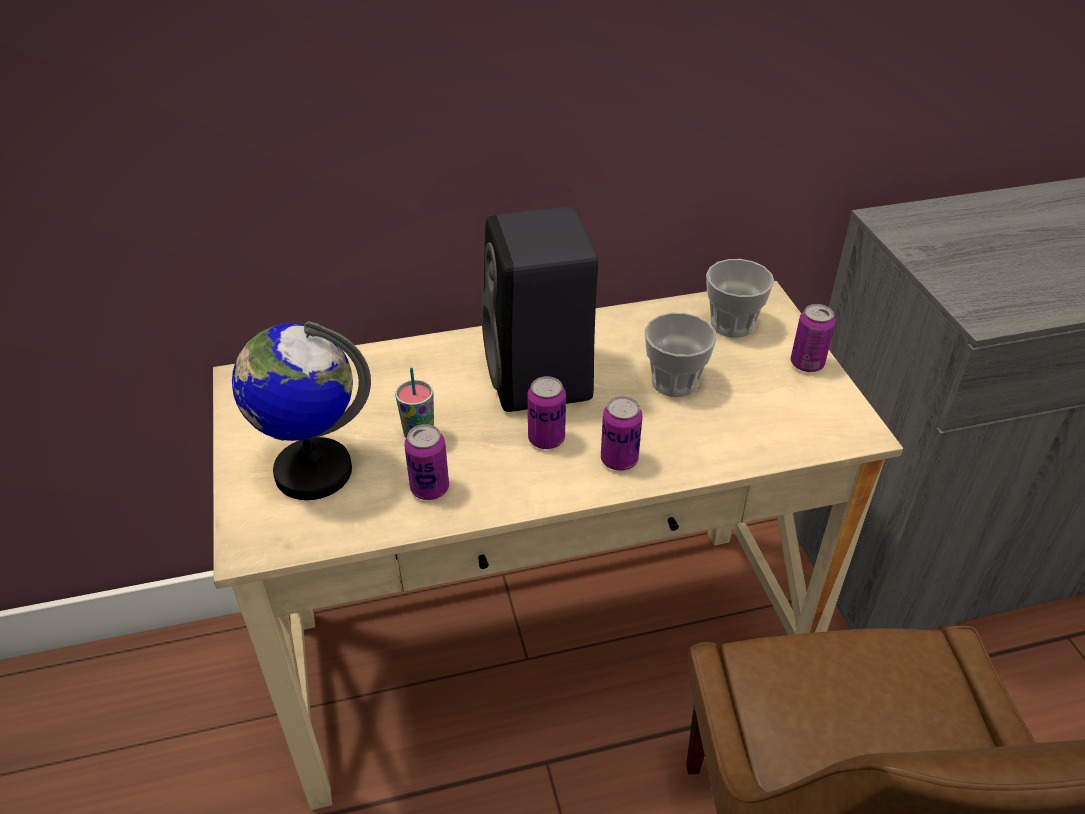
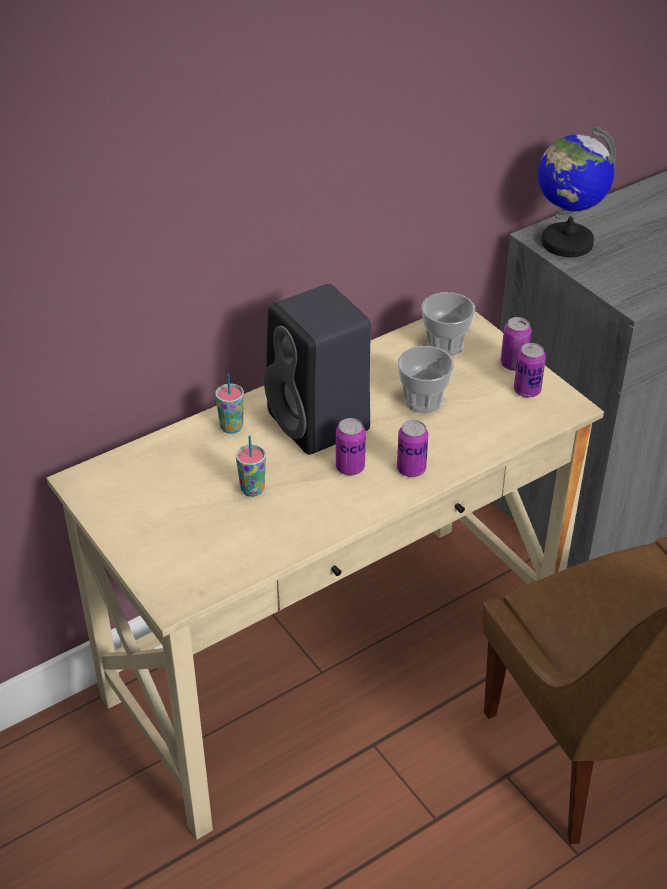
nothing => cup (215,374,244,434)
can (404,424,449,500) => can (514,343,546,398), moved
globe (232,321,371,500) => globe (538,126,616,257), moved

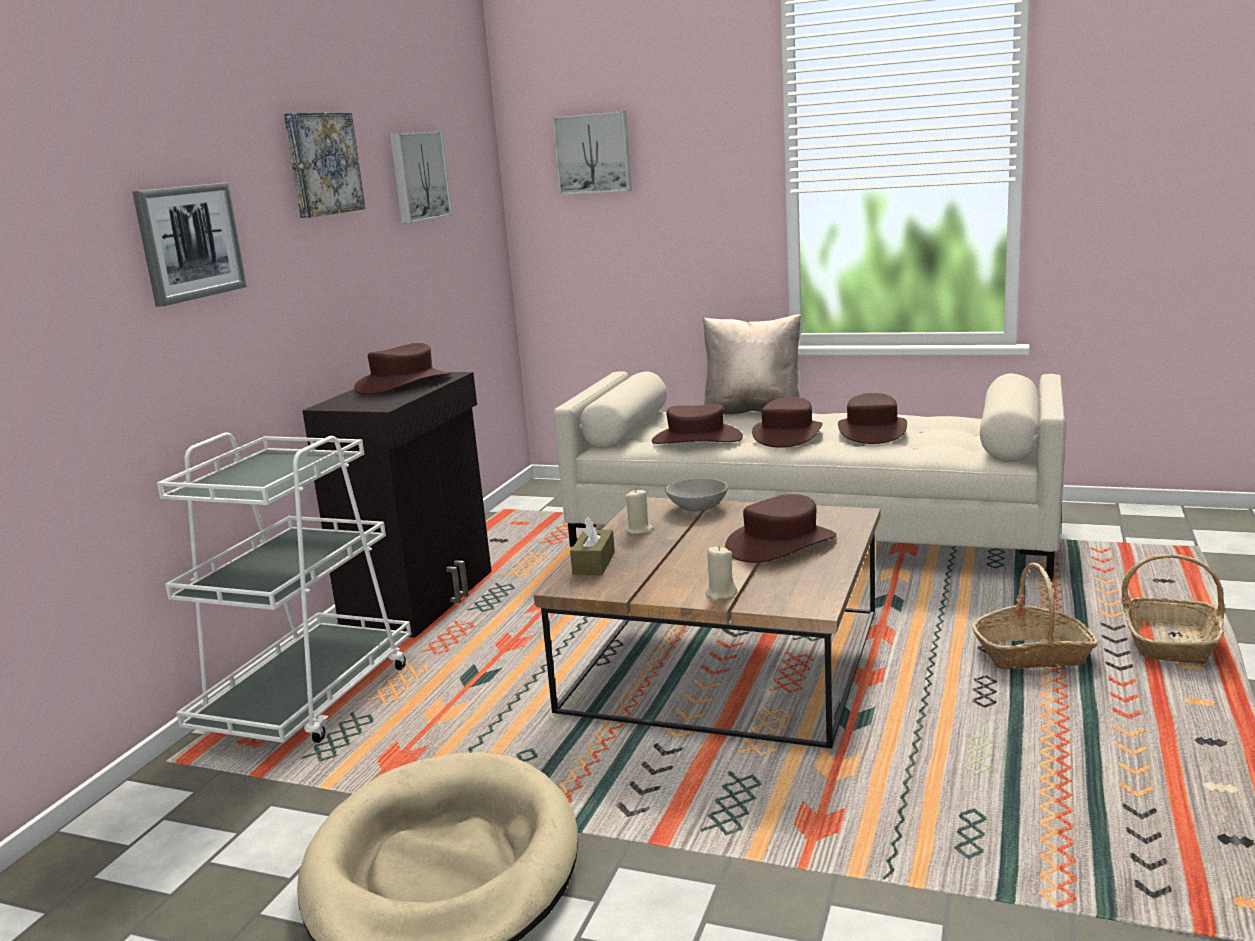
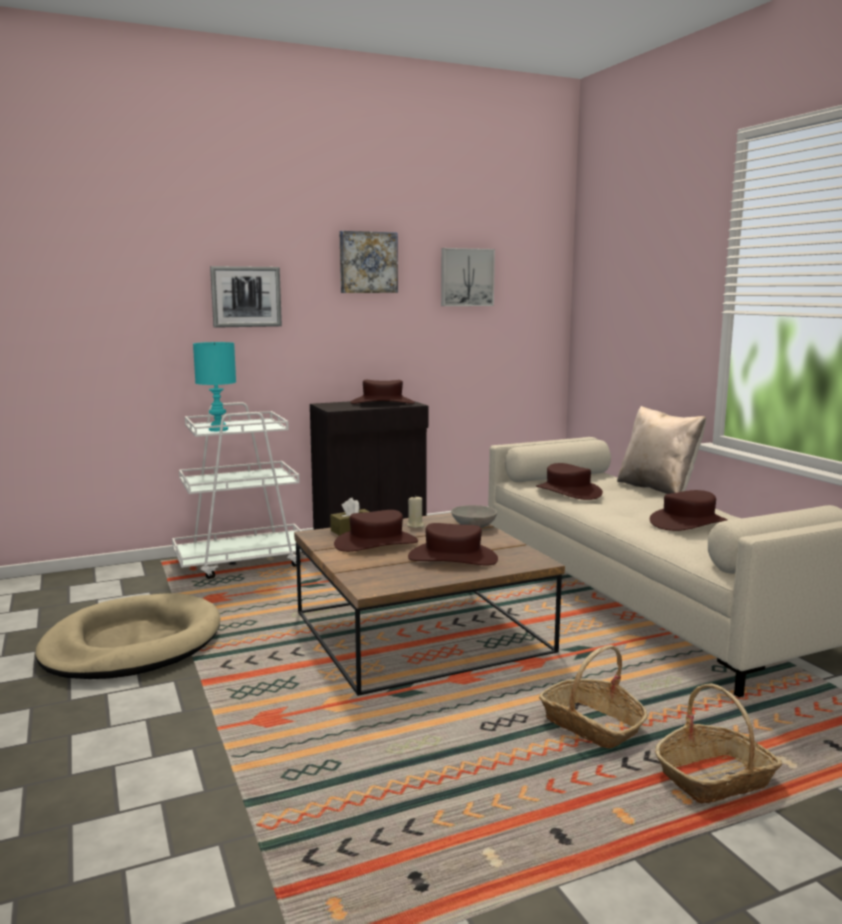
nothing => turquoise table lamp (193,342,236,431)
brown hat (752,397,823,448) => brown hat (334,510,418,552), moved
picture (553,111,632,195) => nothing
beige candle (705,546,737,601) => nothing

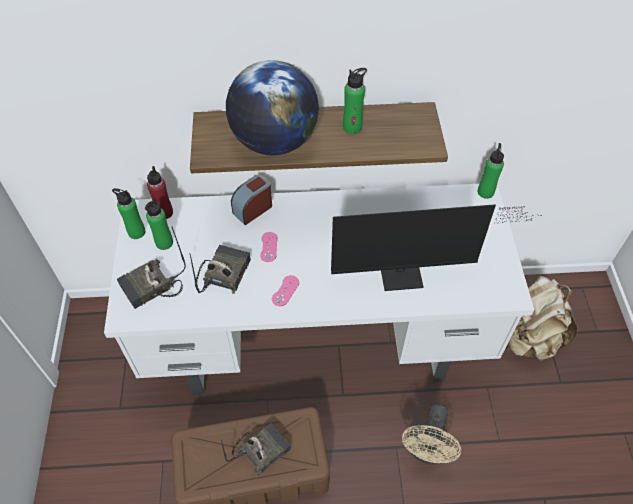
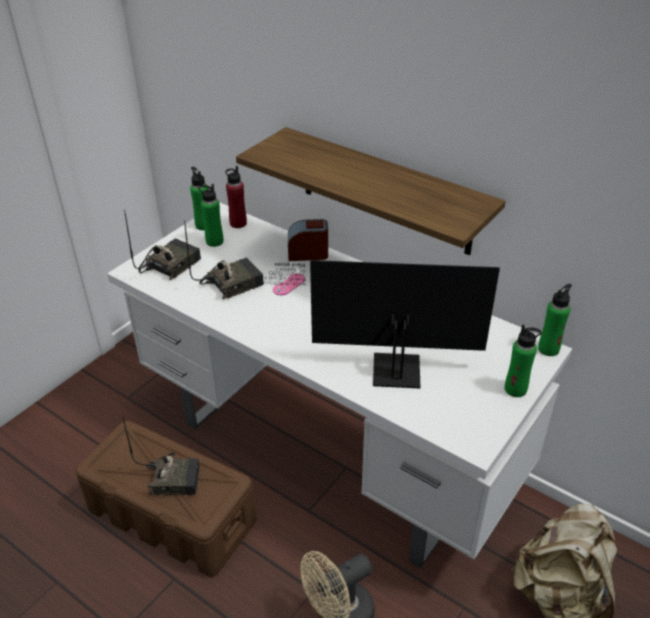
radio (117,227,186,309) => radio (124,209,201,280), 120 degrees clockwise
monitor (331,204,543,291) => monitor (252,260,500,388), 150 degrees clockwise
green bottle (343,68,367,134) => green bottle (505,324,542,397), moved
globe (226,60,319,156) => nothing
pink game controller (272,275,299,306) => nothing

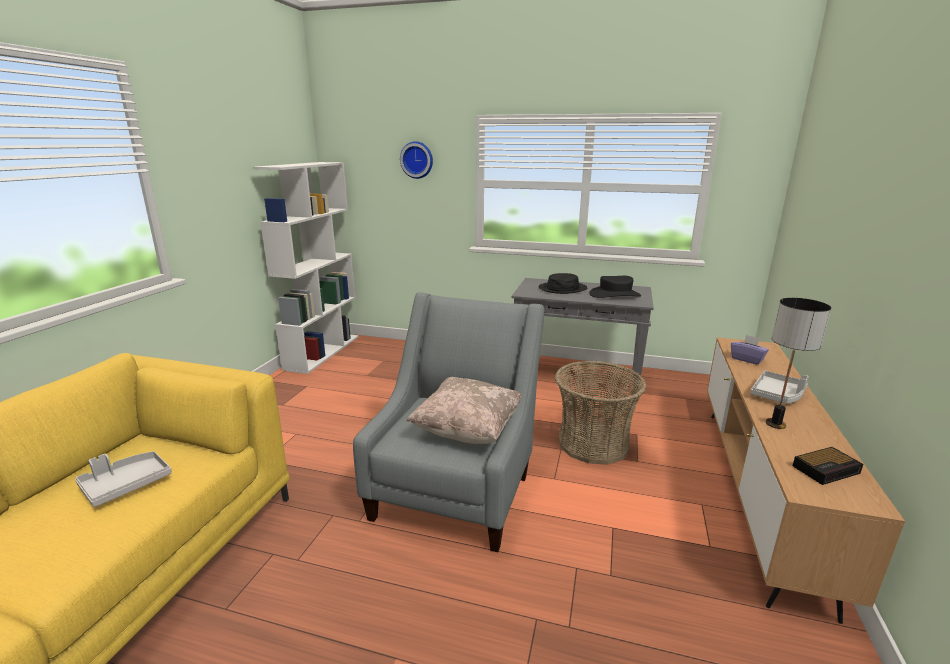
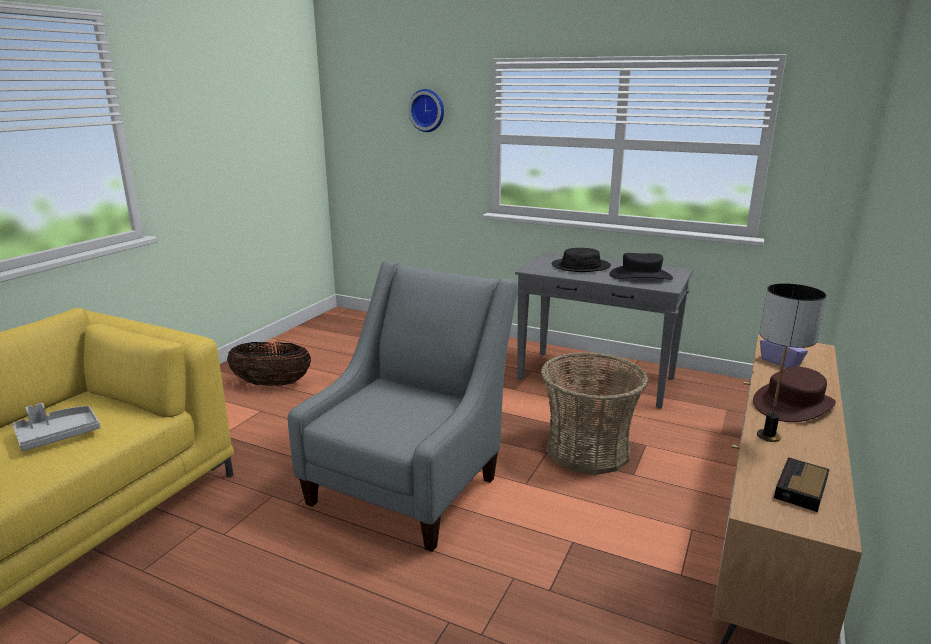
nothing => basket (227,342,311,386)
grey tray (750,371,809,404) => brown hat (753,367,836,422)
alarm clock (793,447,863,485) => alarm clock (774,457,829,512), 135 degrees clockwise
white bookcase (253,162,359,374) => nothing
beige pillow (406,377,522,444) => nothing

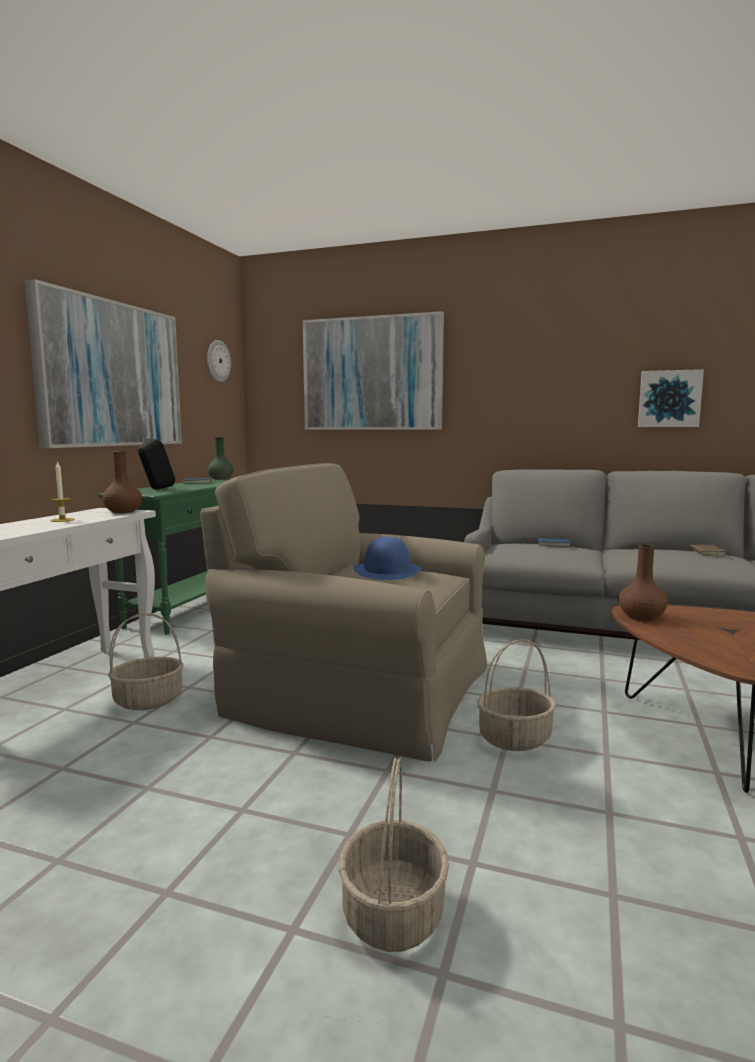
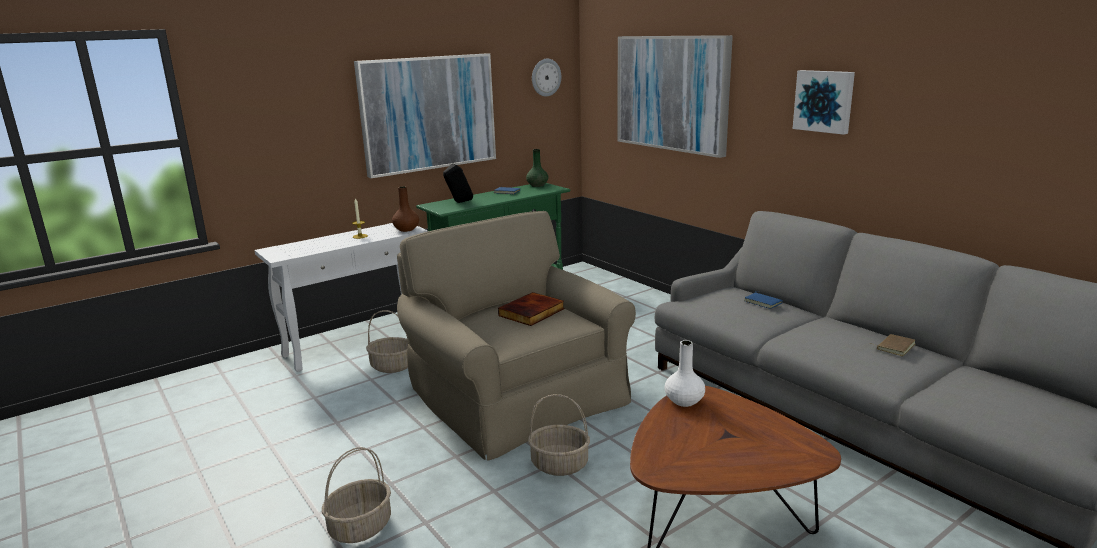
blue hat (353,537,422,580) => book (498,292,565,326)
brown vase (618,544,667,621) => white vase (665,340,705,407)
picture (638,369,704,427) => picture (793,70,855,135), moved

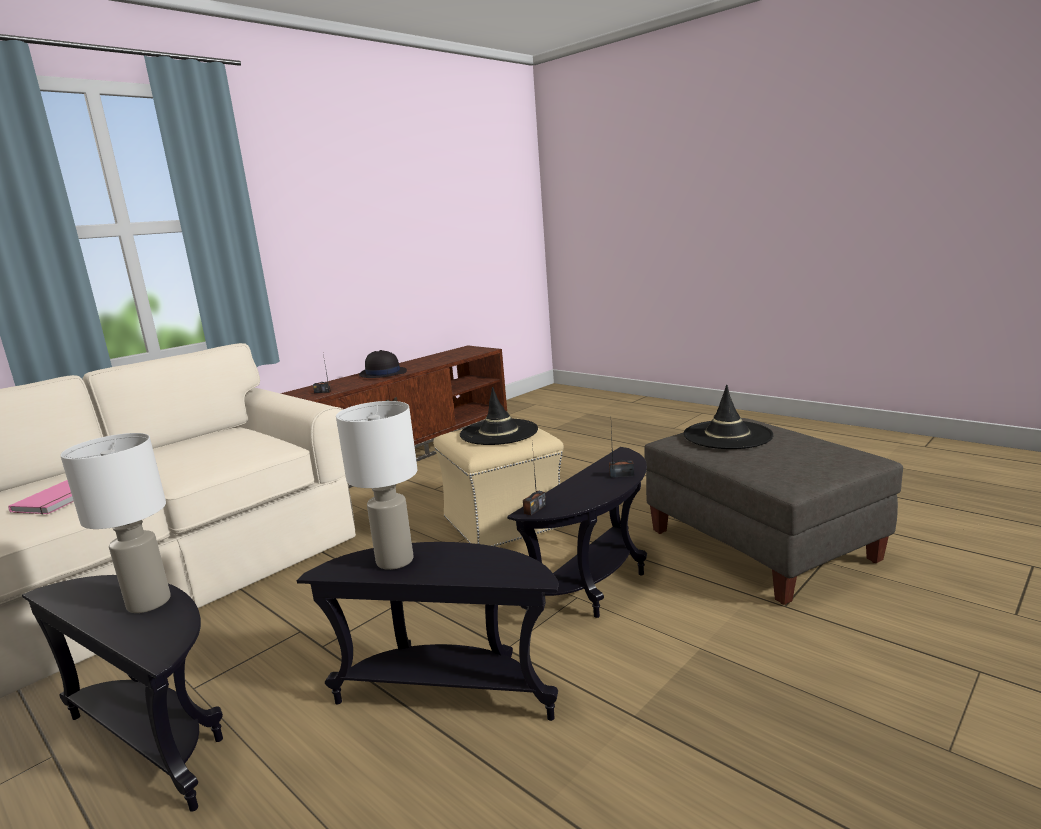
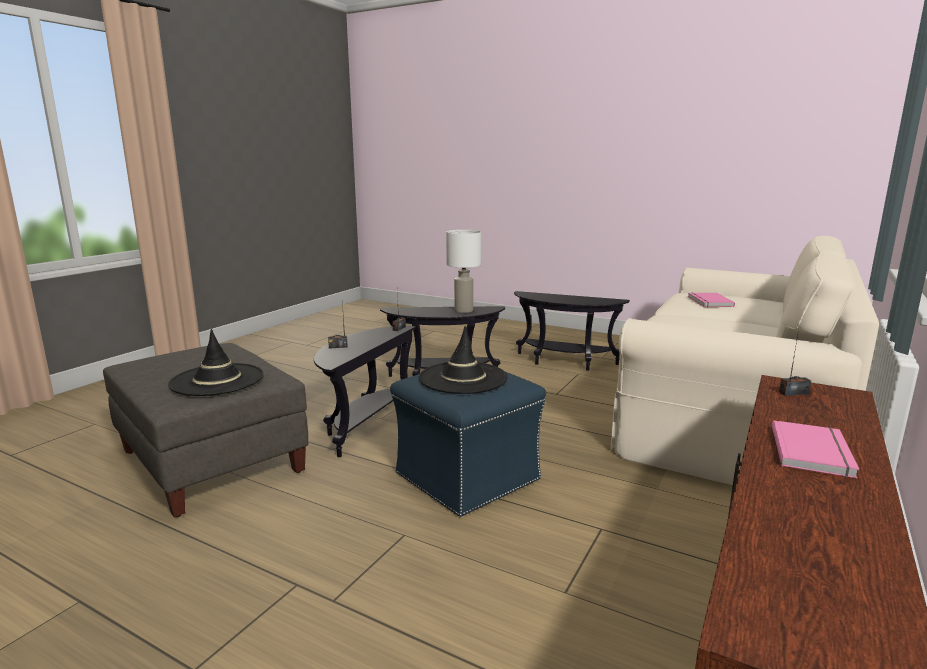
beige ottoman (433,418,564,547) => blue ottoman (390,372,546,517)
black hat (359,350,407,378) => pink book (772,420,859,478)
white table lamp (60,433,171,613) => nothing

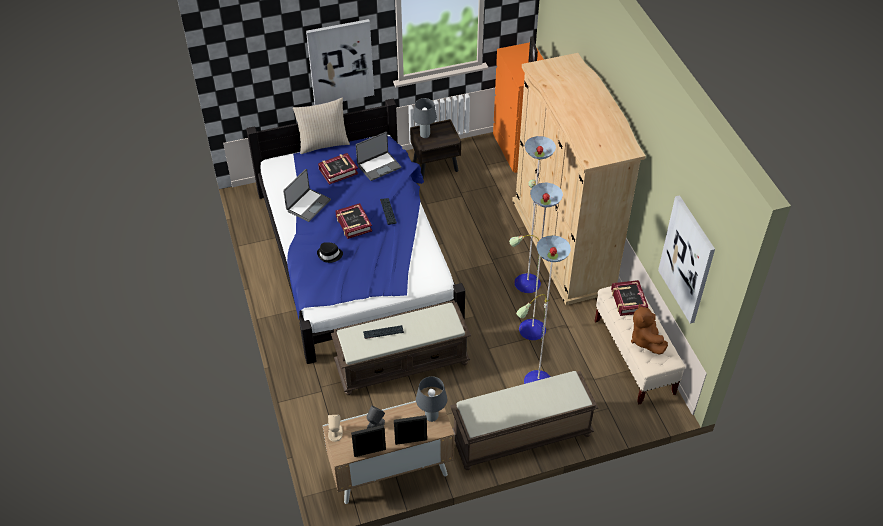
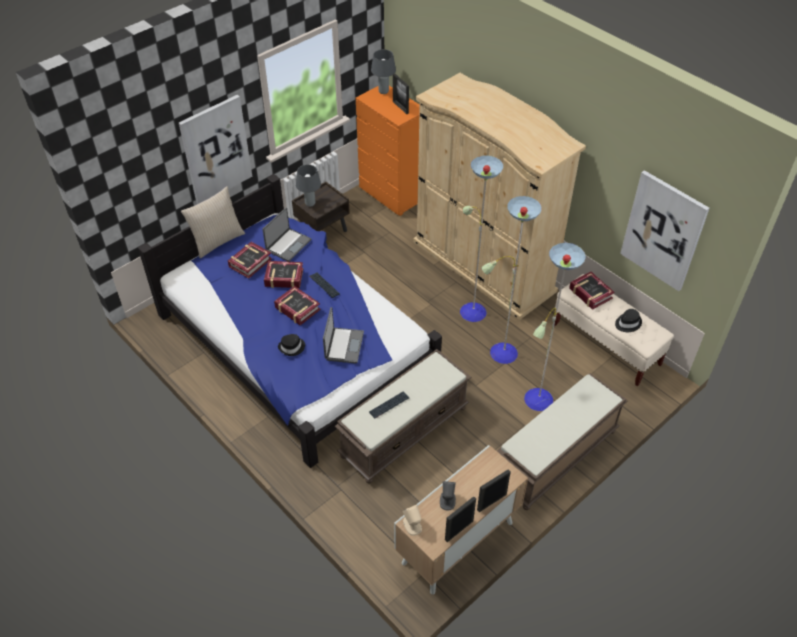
nothing => book (264,261,303,288)
laptop (283,169,331,222) => laptop (323,307,364,364), moved
grey table lamp (416,376,447,422) => grey table lamp (371,49,396,94), moved
brown plush toy (631,304,668,355) => black hat (615,309,642,332)

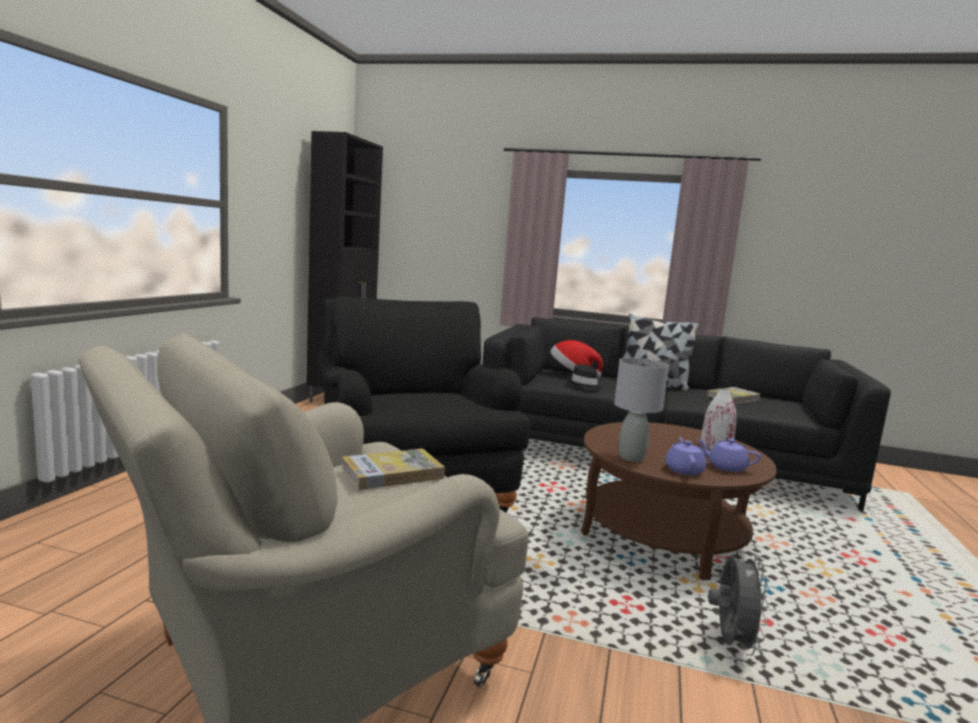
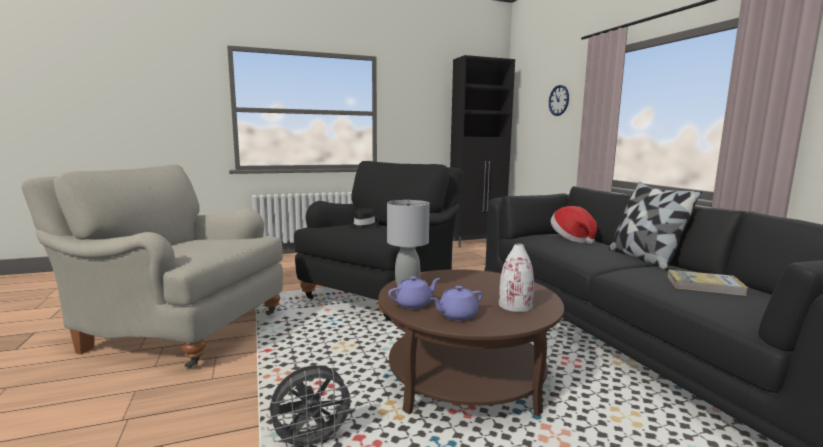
black hat (568,364,602,390) => black hat (350,208,379,229), moved
purple teapot (697,439,761,472) => purple teapot (430,286,482,321), 105 degrees counterclockwise
nothing => wall clock (549,85,569,116)
book (342,448,445,490) => nothing

